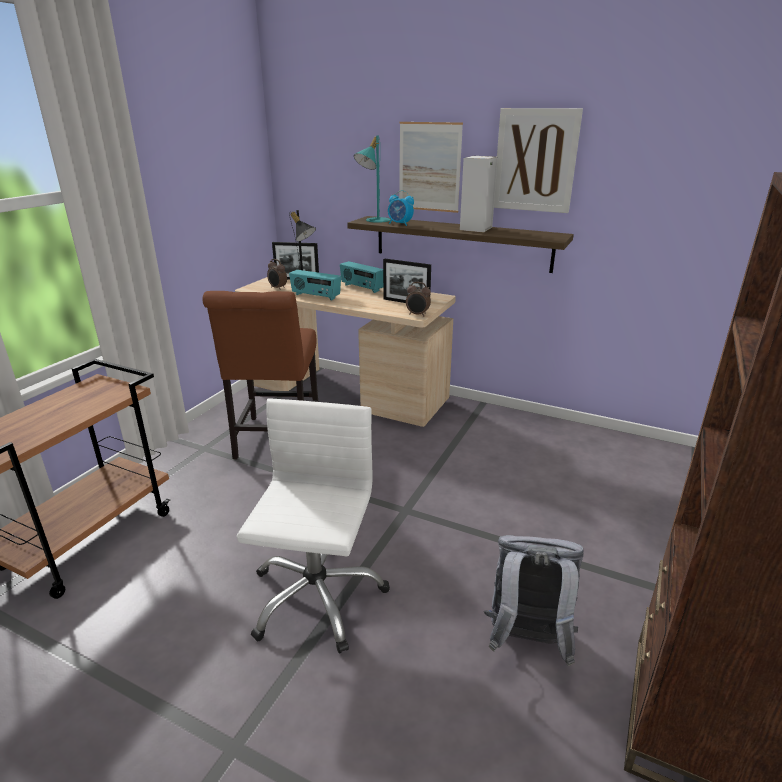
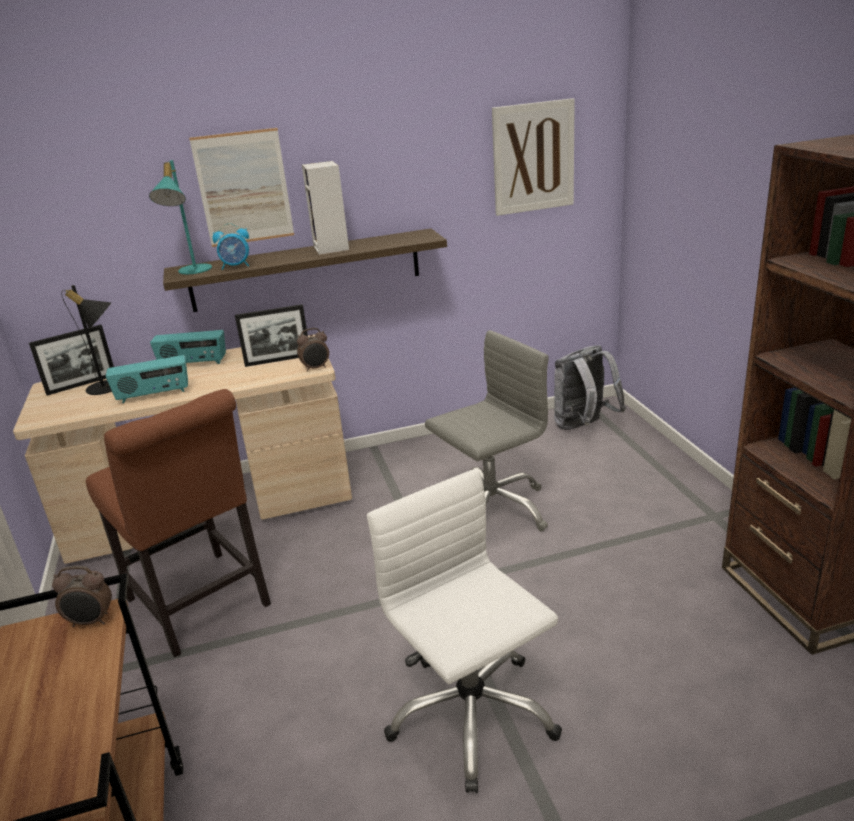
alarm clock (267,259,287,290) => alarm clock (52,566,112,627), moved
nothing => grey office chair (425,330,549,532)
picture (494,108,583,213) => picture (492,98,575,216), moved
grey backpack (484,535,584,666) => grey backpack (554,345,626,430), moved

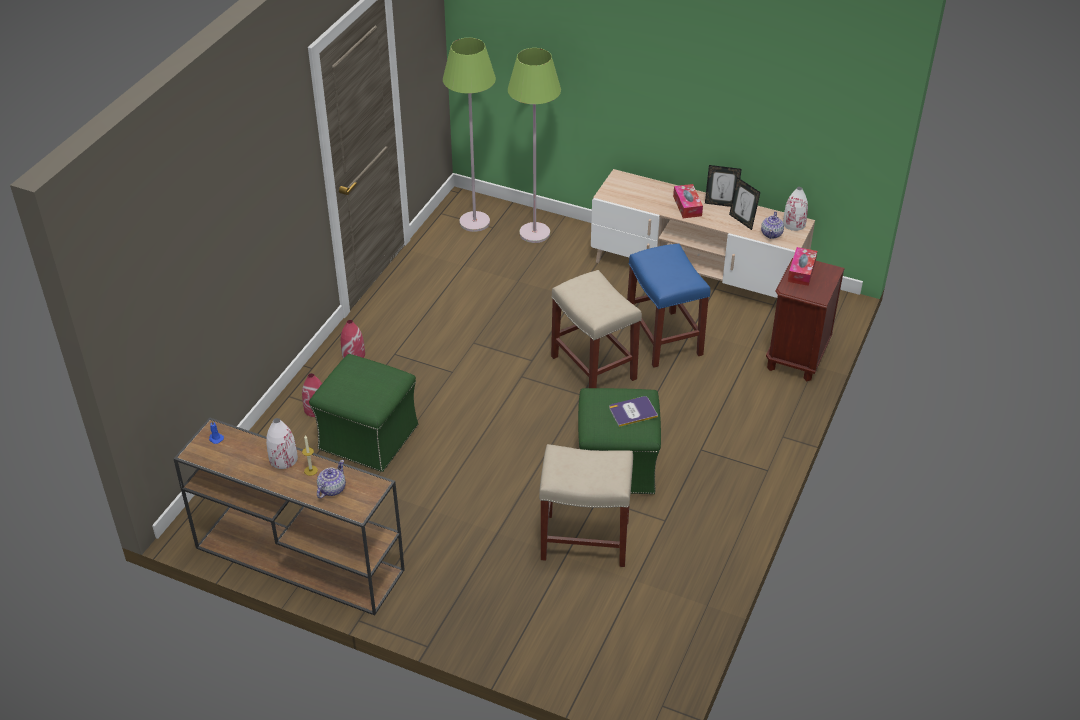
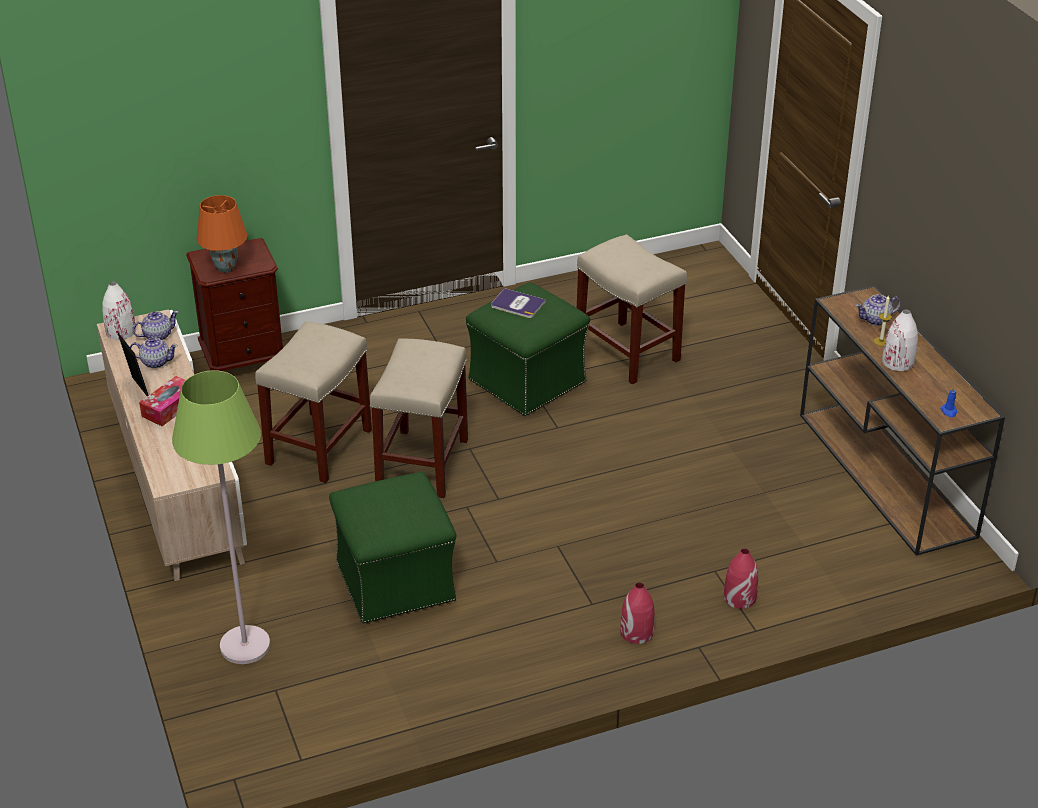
picture frame (729,177,760,230) => teapot (130,338,178,368)
tissue box (788,247,817,286) => orange table lamp (197,195,247,273)
blue stool (627,243,710,368) => beige stool (255,321,372,483)
green ottoman (309,354,418,472) => green ottoman (329,472,456,623), moved
green floor lamp (443,38,496,232) => nothing

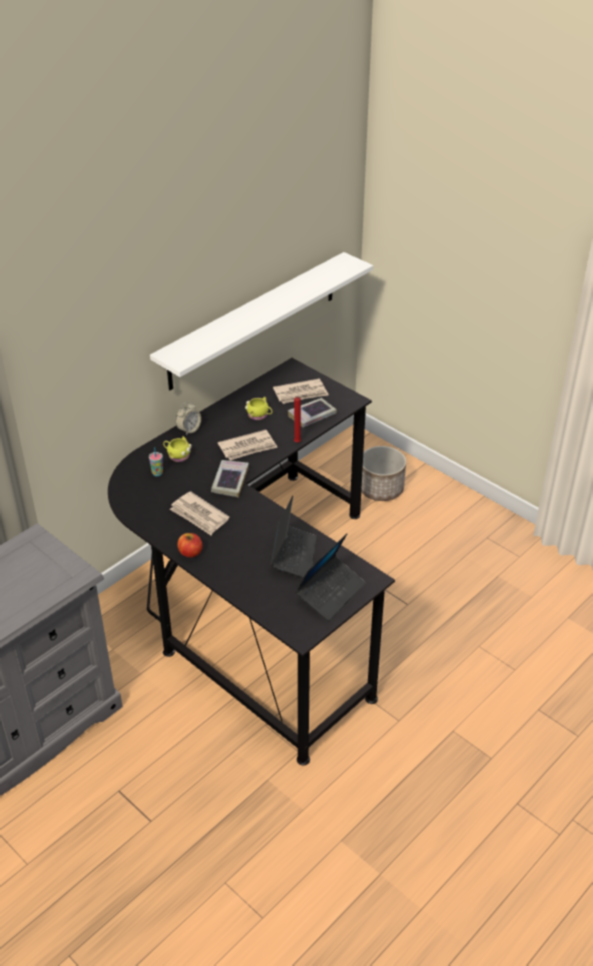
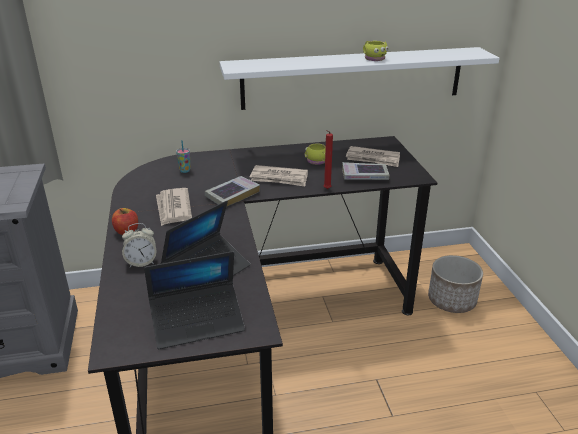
alarm clock (176,402,201,436) => alarm clock (122,223,156,267), moved
yellow mug (163,436,192,462) => yellow mug (363,41,389,61), moved

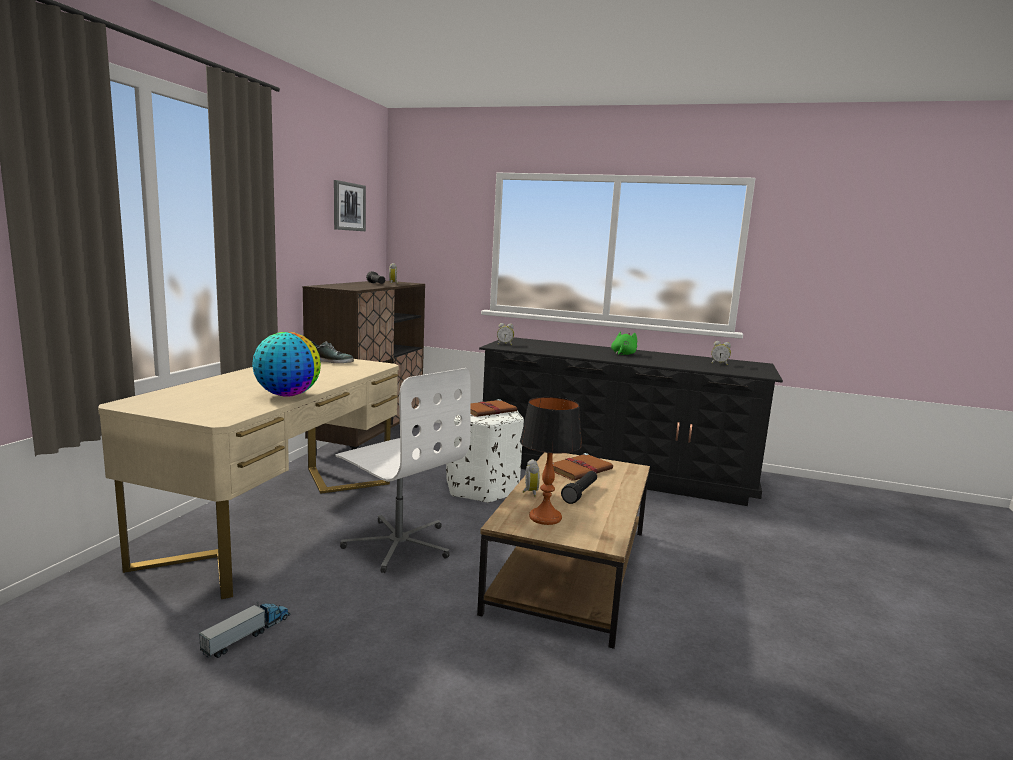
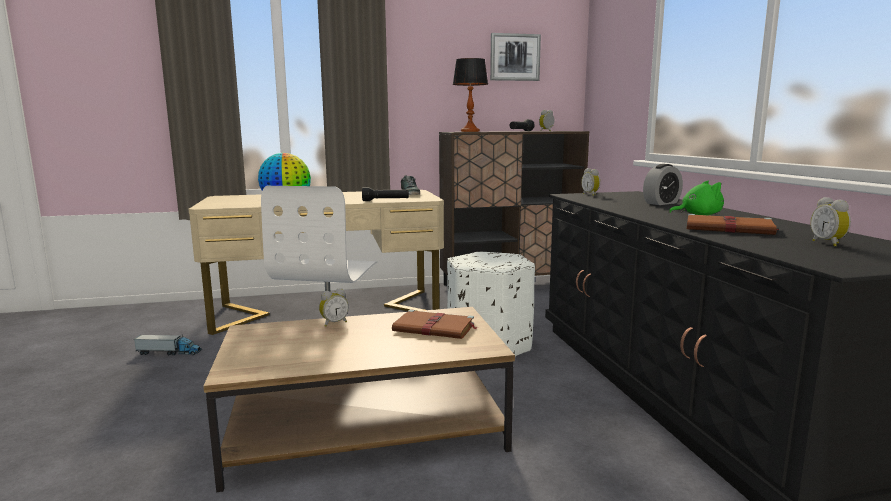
black flashlight (561,471,597,504) => black flashlight (362,187,409,201), moved
table lamp (520,397,582,525) => table lamp (453,58,488,132), moved
nothing => alarm clock (643,164,683,205)
brown book (471,399,517,417) => brown book (687,214,777,235), moved

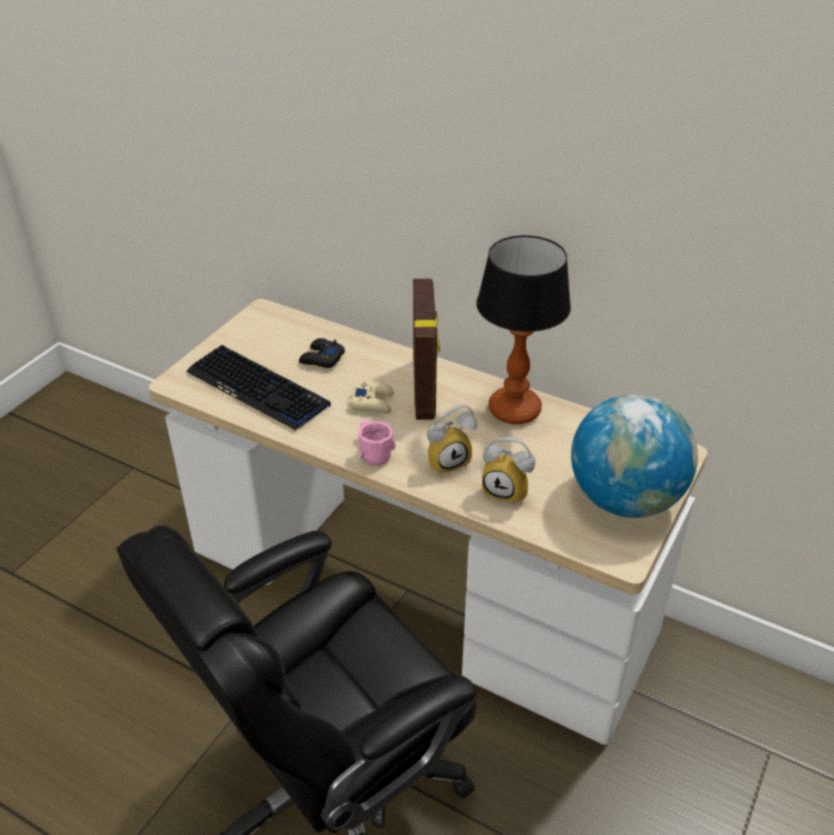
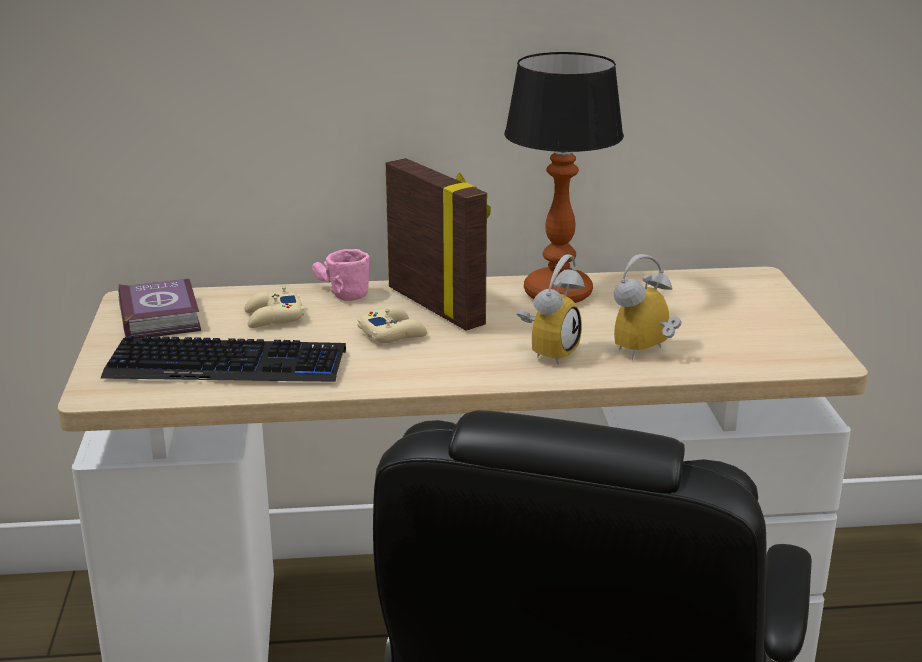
nothing => book (118,279,201,338)
black game controller (299,338,345,368) => beige game controller (245,286,304,328)
pink mug (358,421,396,466) => pink mug (312,249,370,301), moved
alarm clock (482,437,535,505) => alarm clock (614,254,682,360), 150 degrees clockwise
globe (571,394,698,518) => nothing

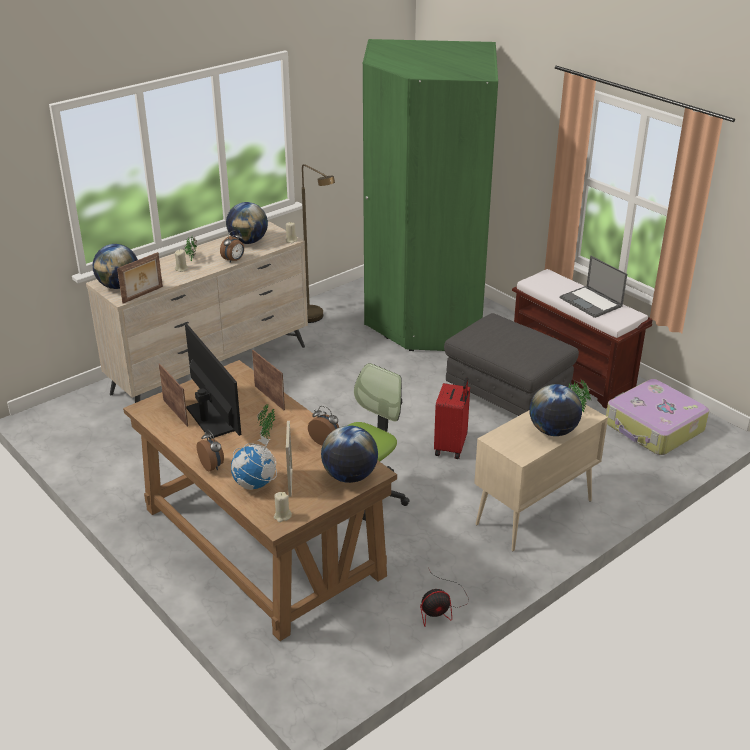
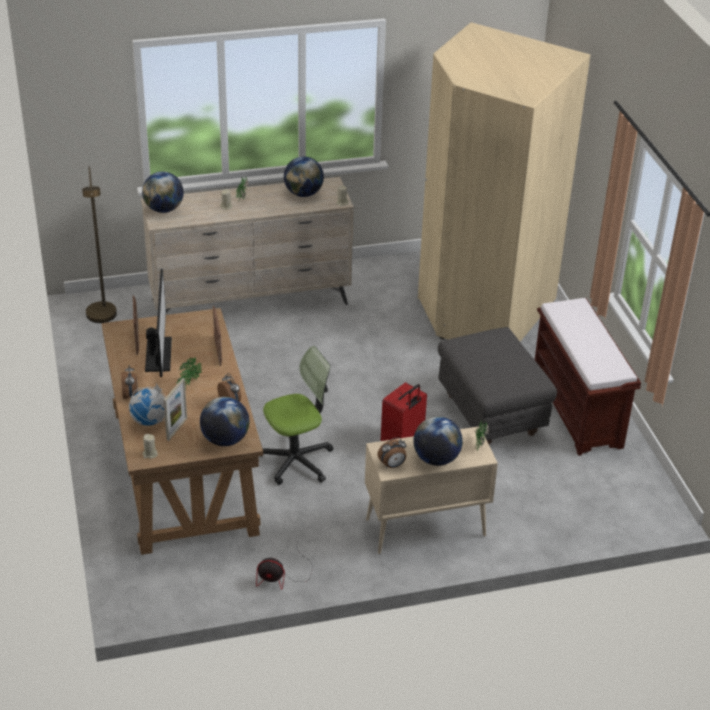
brown floor lamp (302,164,335,323) => brown floor lamp (82,166,117,323), moved
alarm clock (220,230,244,262) => alarm clock (378,437,407,468), moved
green wardrobe (363,39,498,351) => beige wardrobe (418,22,590,342)
picture frame (117,252,163,304) => nothing
laptop (560,256,627,318) => nothing
suitcase (606,379,709,455) => nothing

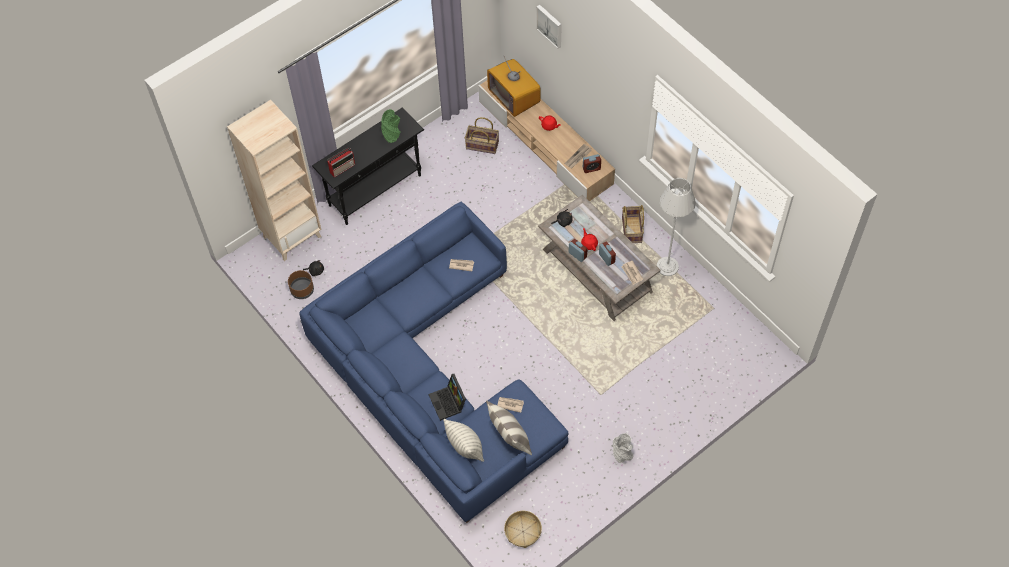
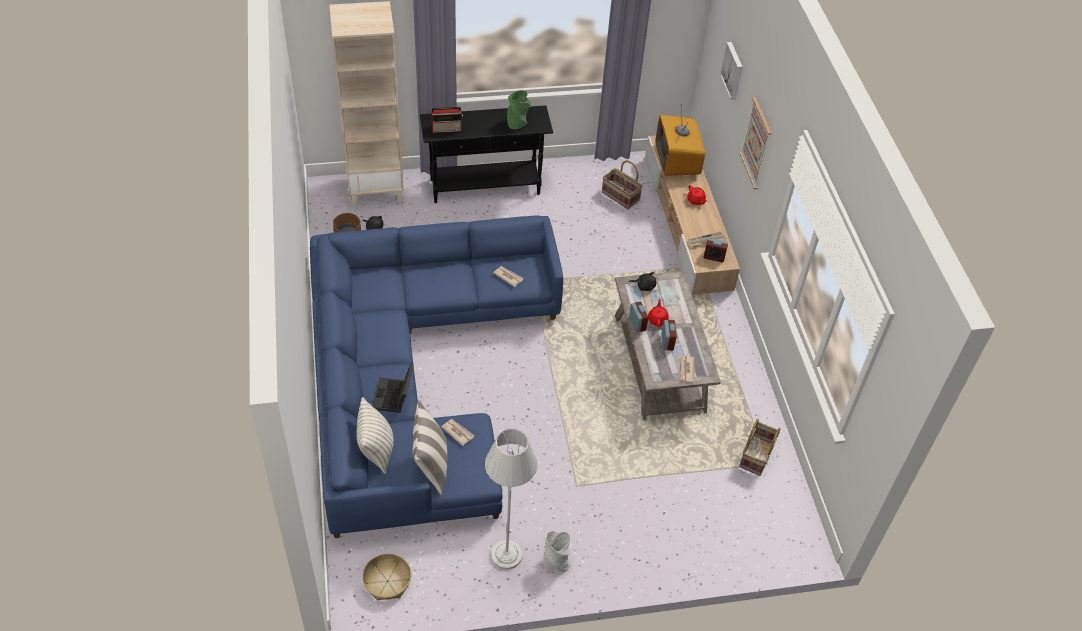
grey floor lamp (657,178,696,276) => grey floor lamp (485,428,538,569), moved
basket (622,205,644,243) => basket (739,419,780,476), moved
nothing => picture (740,97,772,189)

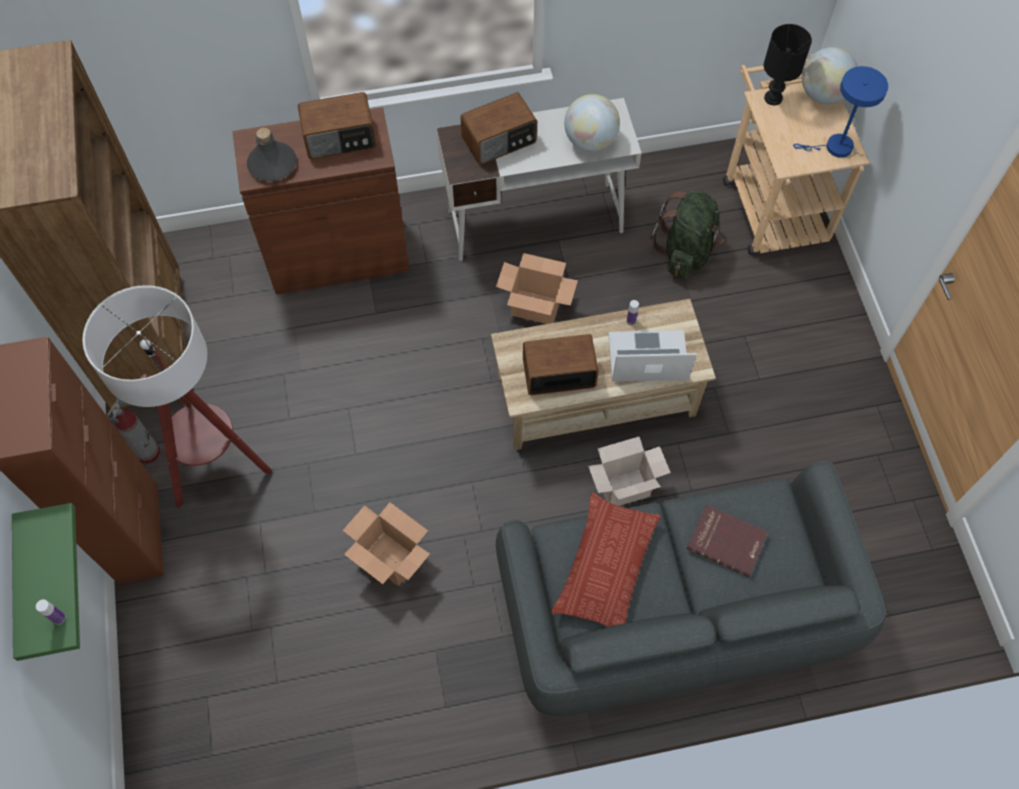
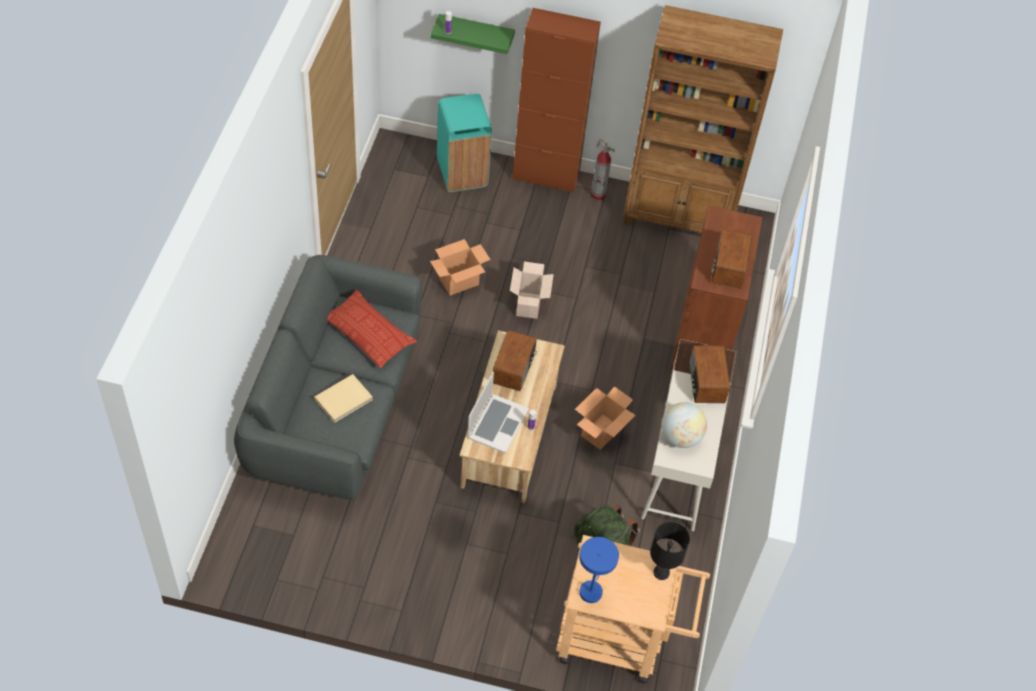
red book (686,505,768,577) => beige book (314,374,373,423)
nothing => turquoise trash can (437,94,492,192)
cardboard box (588,437,671,506) => cardboard box (510,261,554,319), moved
floor lamp (83,285,272,508) => nothing
grey bottle (247,128,297,181) => nothing
globe (802,47,858,104) => nothing

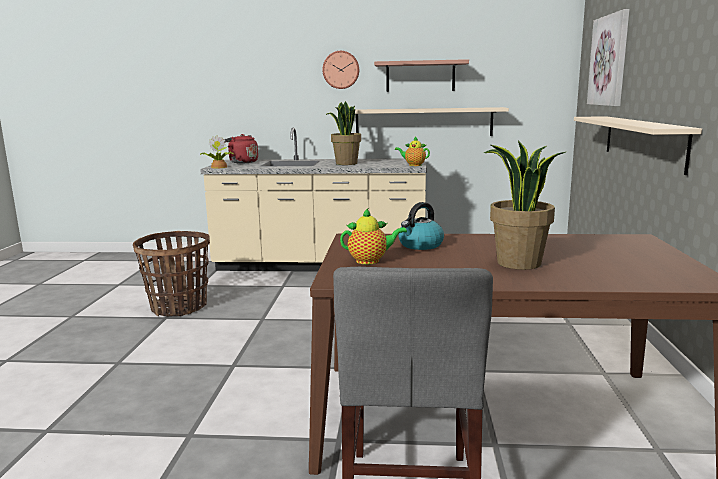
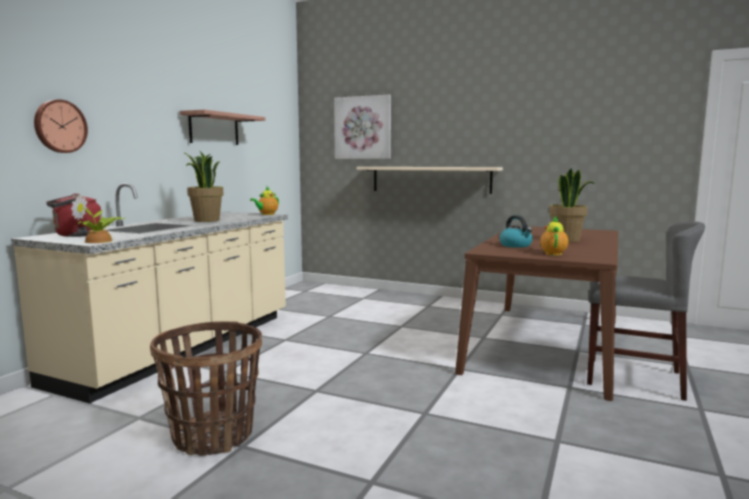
wall clock (322,51,359,89) => wall clock (34,99,88,153), moved
beige shelf (355,107,509,136) => nothing

